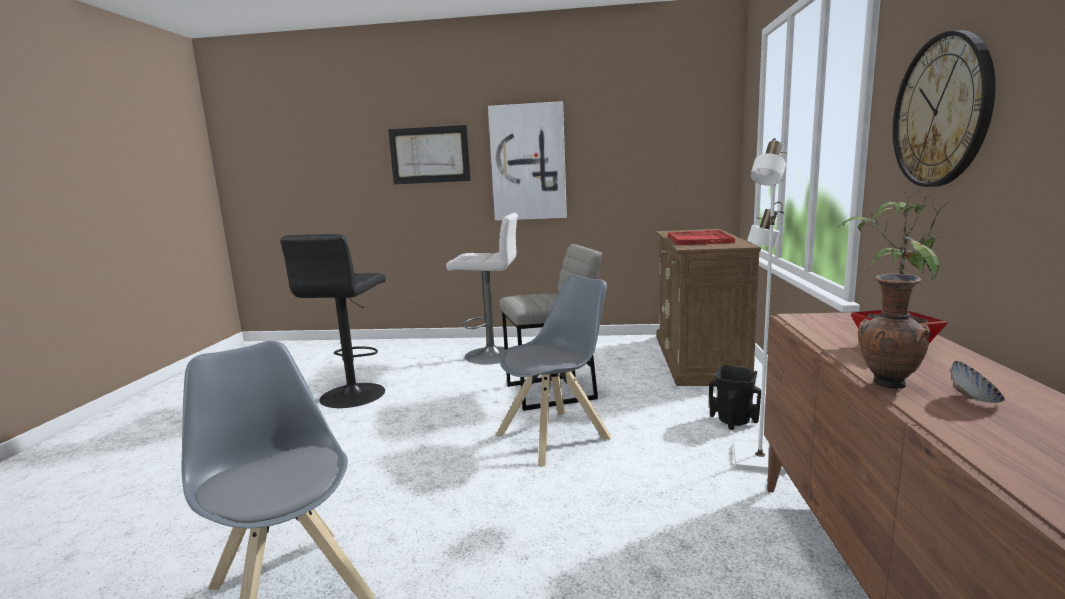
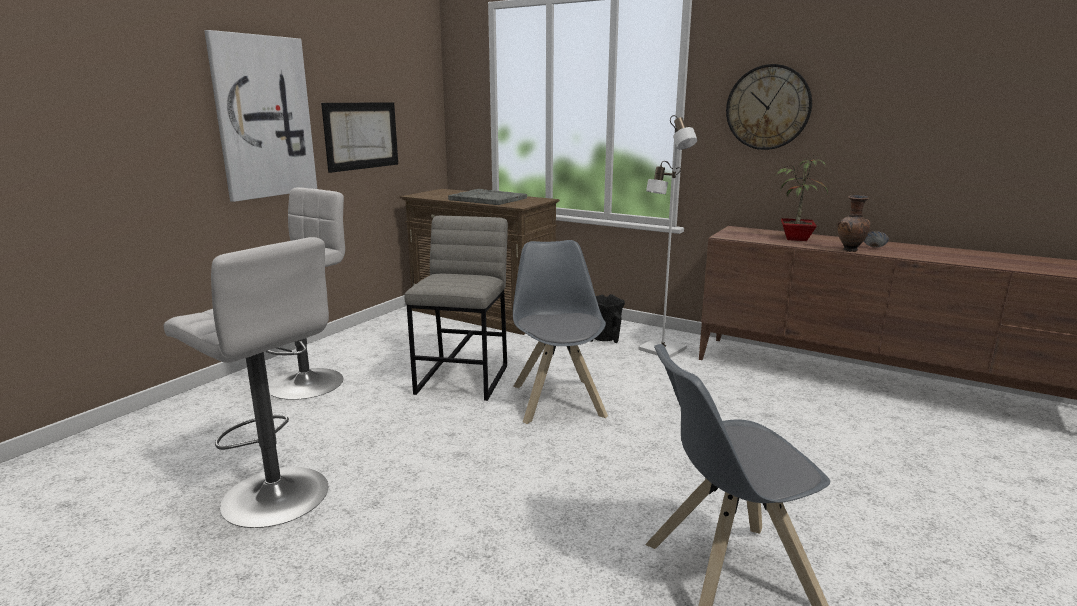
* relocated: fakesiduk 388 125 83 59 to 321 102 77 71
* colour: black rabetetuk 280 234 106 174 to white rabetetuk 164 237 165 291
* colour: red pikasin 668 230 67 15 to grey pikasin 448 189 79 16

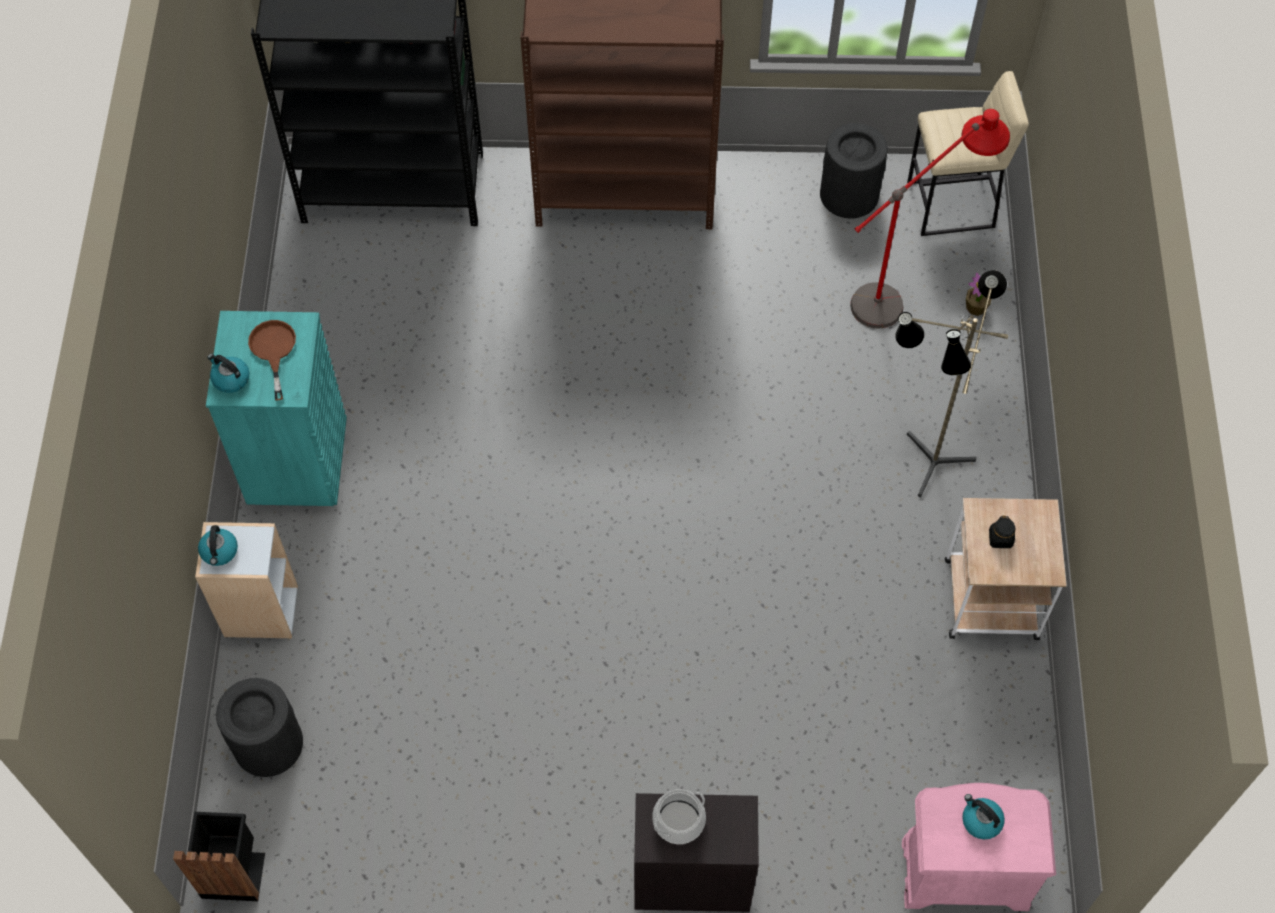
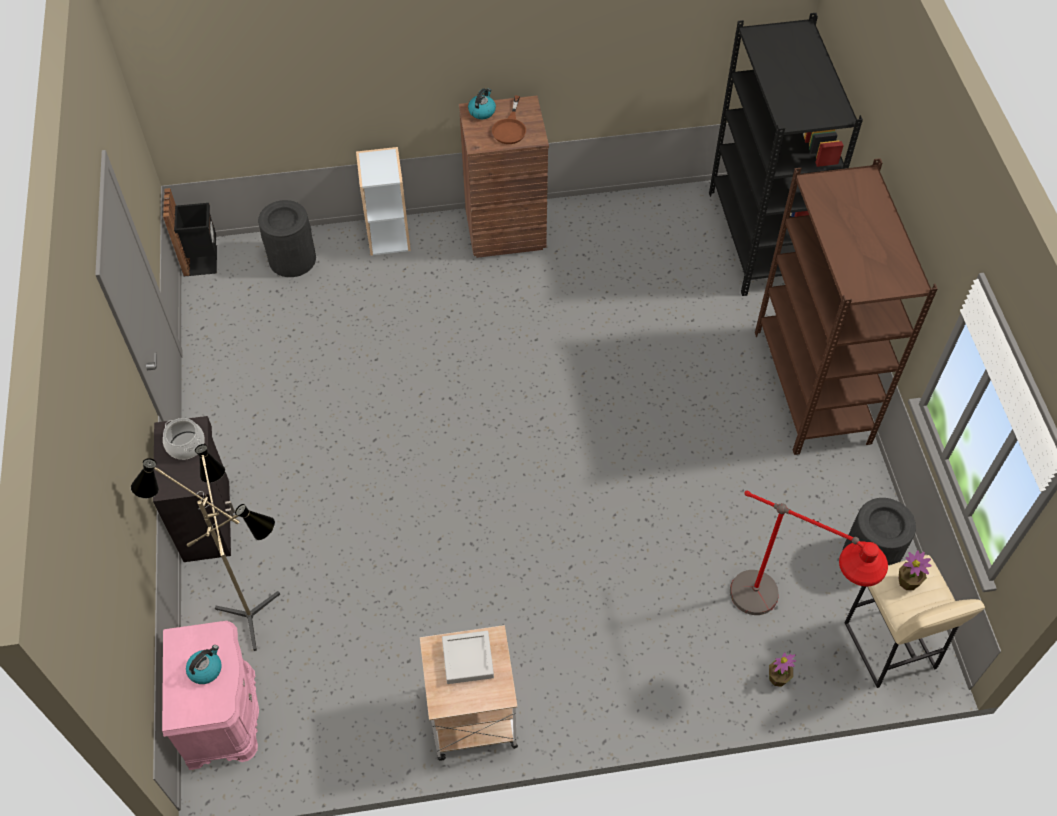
* missing: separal 198 525 40 41
* appeared: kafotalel 898 550 34 40
* relocated: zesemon 895 270 113 227 to 131 444 149 207
* exchanged: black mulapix 989 515 27 33 to grey pikasin 442 631 52 53
* colour: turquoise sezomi 206 311 141 195 to brown sezomi 459 96 90 162
* spun: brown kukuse 248 320 48 80 = 492 96 34 48 120 degrees clockwise

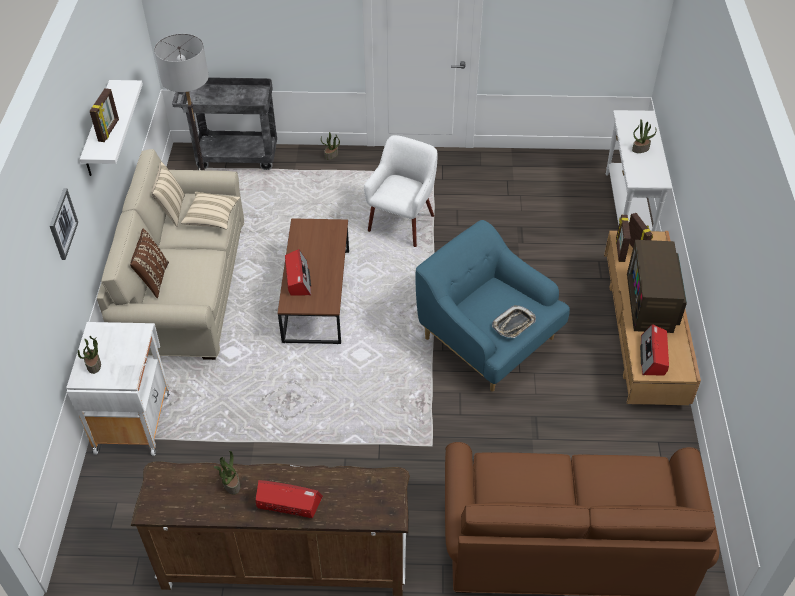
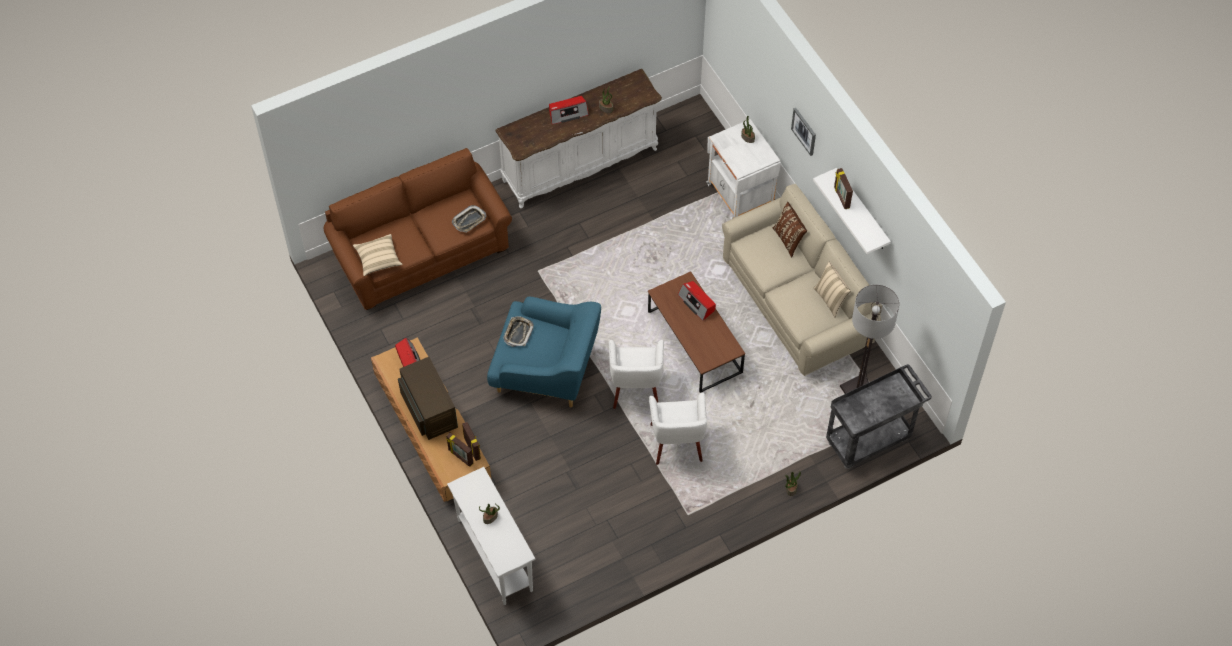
* appeared: pikasin 452 205 34 28
* appeared: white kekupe 609 340 55 69
* relocated: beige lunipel 181 192 59 37 to 353 234 50 42

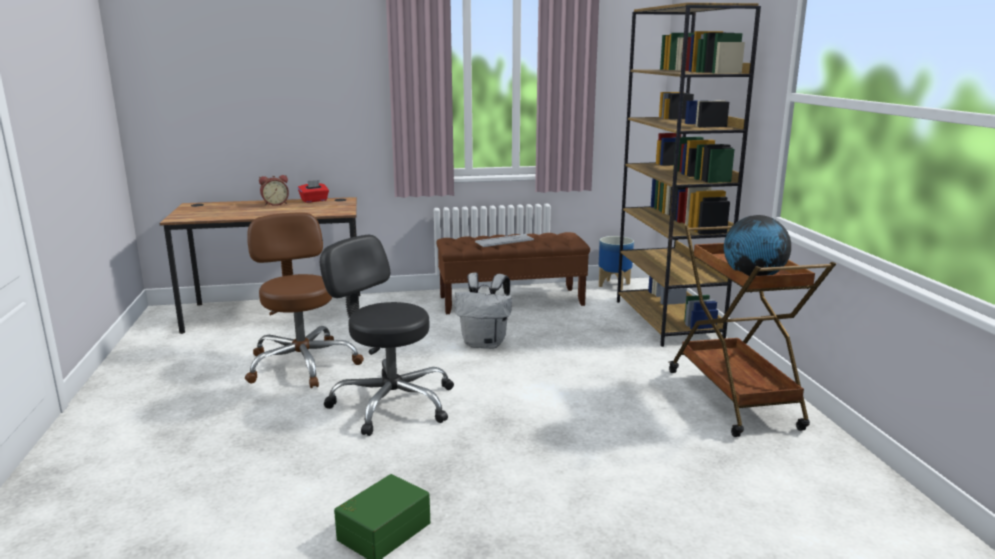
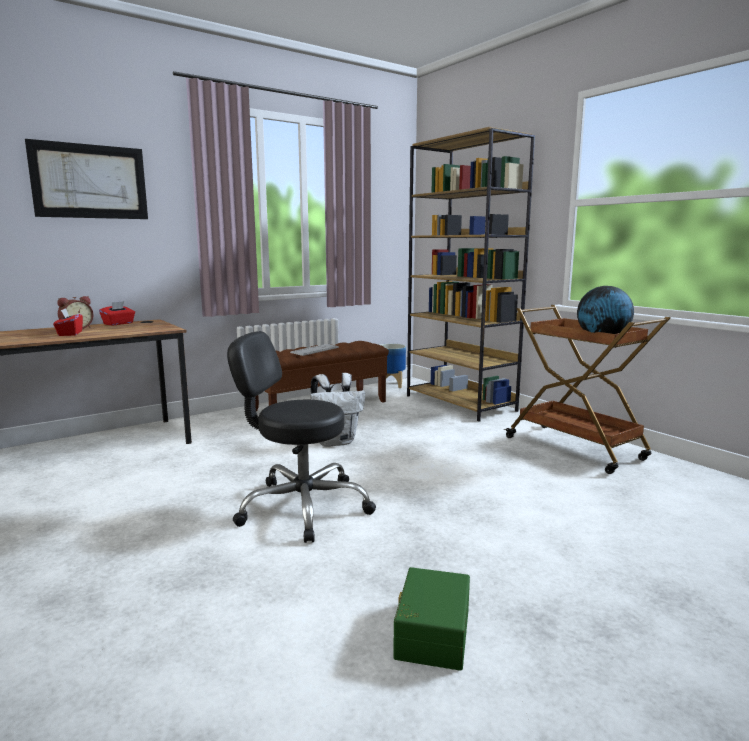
* missing: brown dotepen 245 213 119 175
* appeared: fakesiduk 25 139 123 80
* appeared: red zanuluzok 53 308 30 28

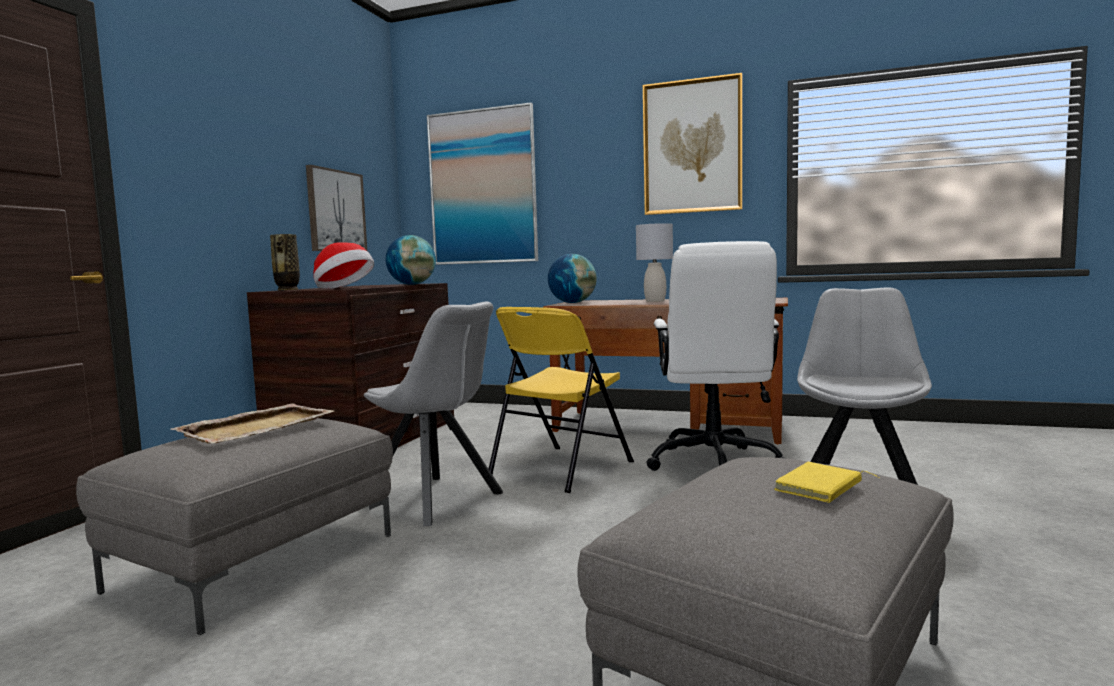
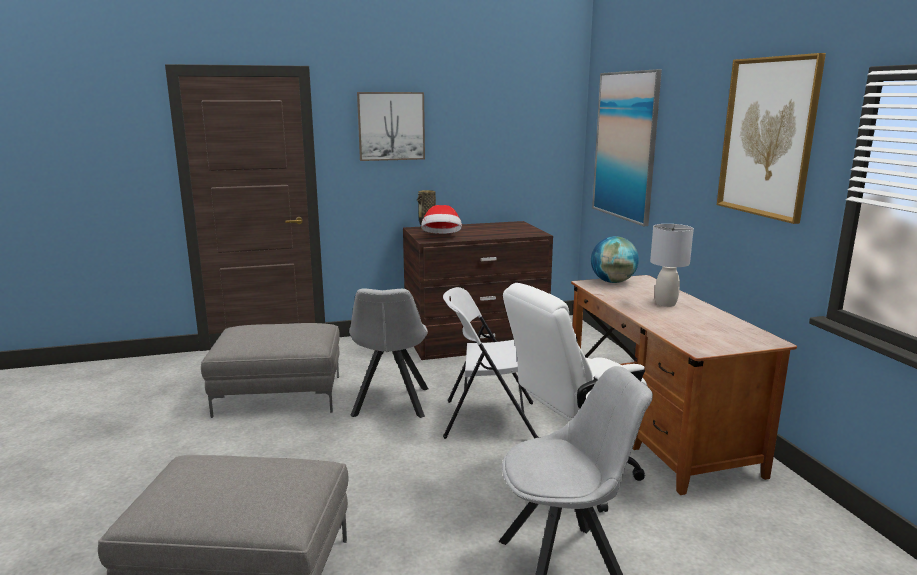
* missing: beige pikasin 171 404 164 40
* missing: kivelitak 385 235 51 50
* missing: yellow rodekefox 774 462 105 41
* relocated: fakesiduk 306 165 61 86 to 357 92 68 69
* colour: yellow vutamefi 489 307 145 186 to white vutamefi 443 287 95 152

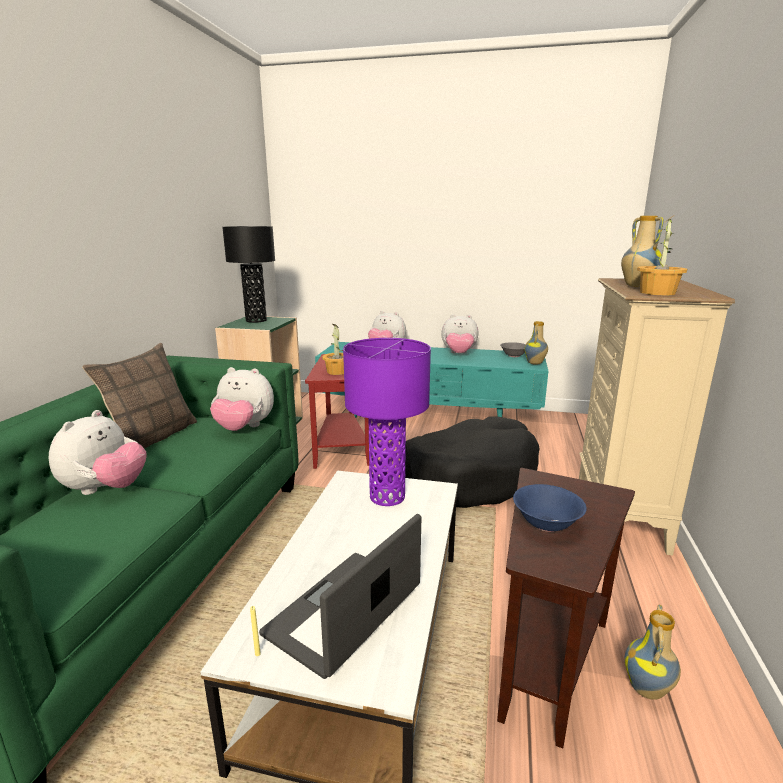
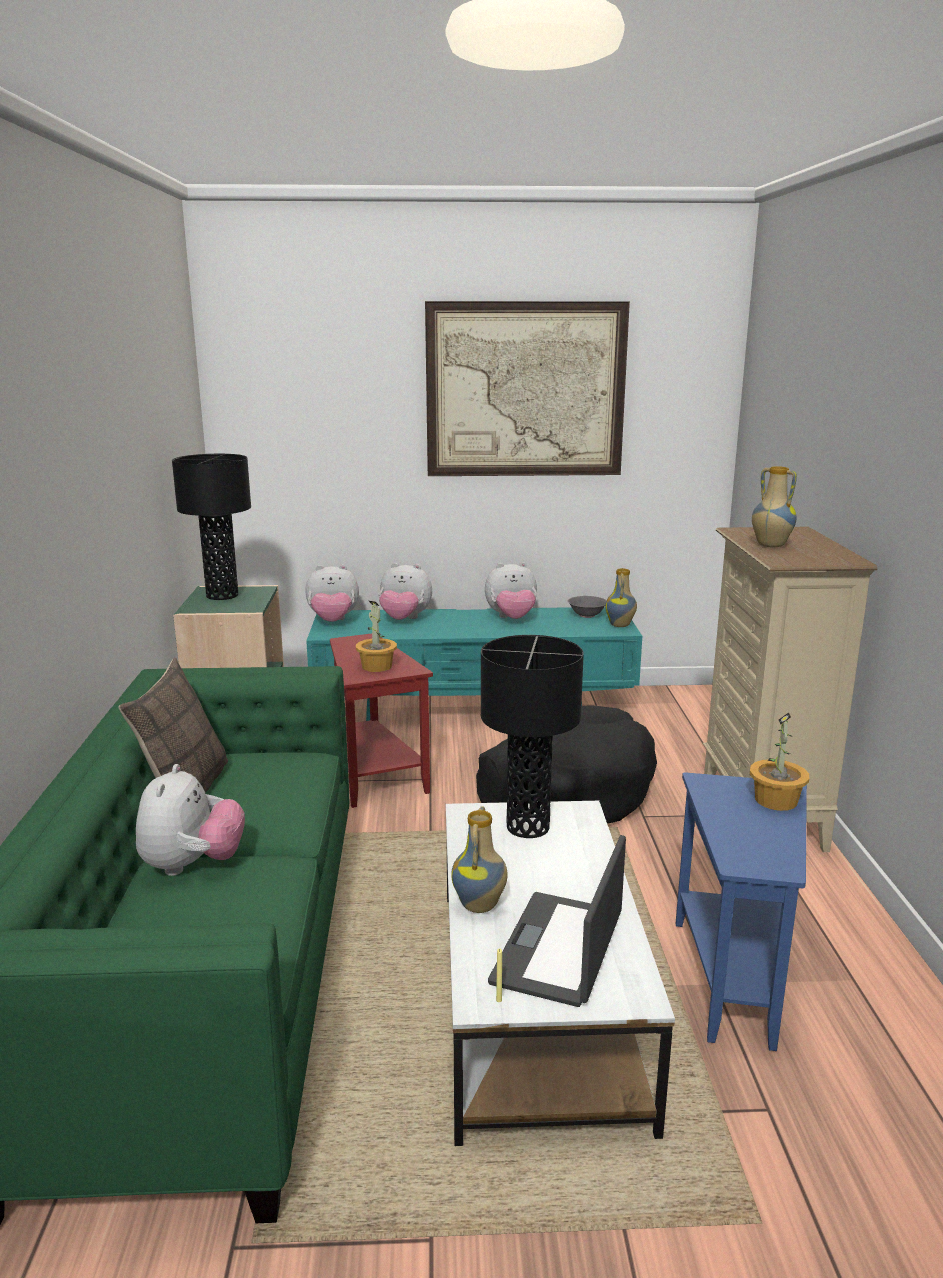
* missing: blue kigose 513 484 74 48
* appeared: fakesiduk 425 301 205 175
* relocated: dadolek 210 367 64 64 to 305 564 54 58
* relocated: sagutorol 625 605 56 95 to 451 806 56 107
* relocated: kafotalel 637 215 50 80 to 750 712 59 99
* colour: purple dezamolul 343 338 88 168 to black dezamolul 481 635 103 203
* colour: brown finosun 497 468 138 280 to blue finosun 676 772 131 279

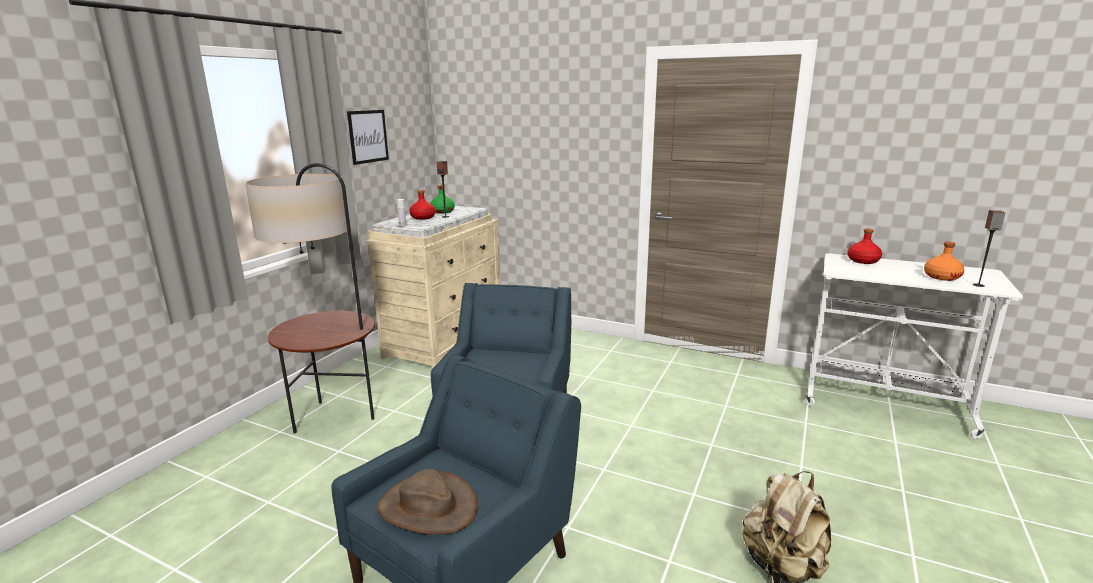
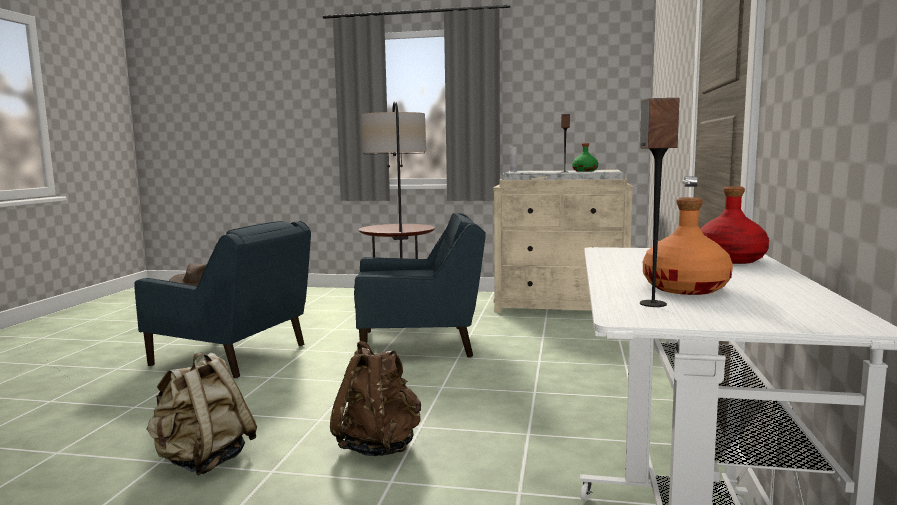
* missing: fakesiduk 347 110 42 55
* missing: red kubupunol 409 190 27 30
* appeared: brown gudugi 330 341 91 115

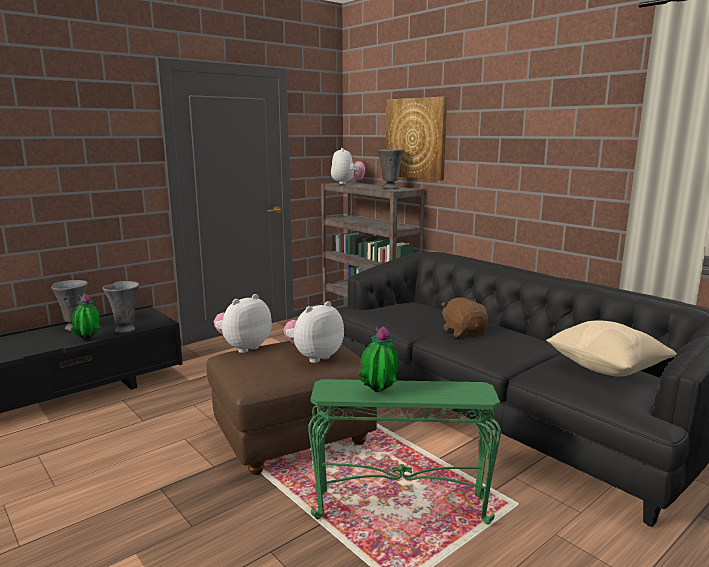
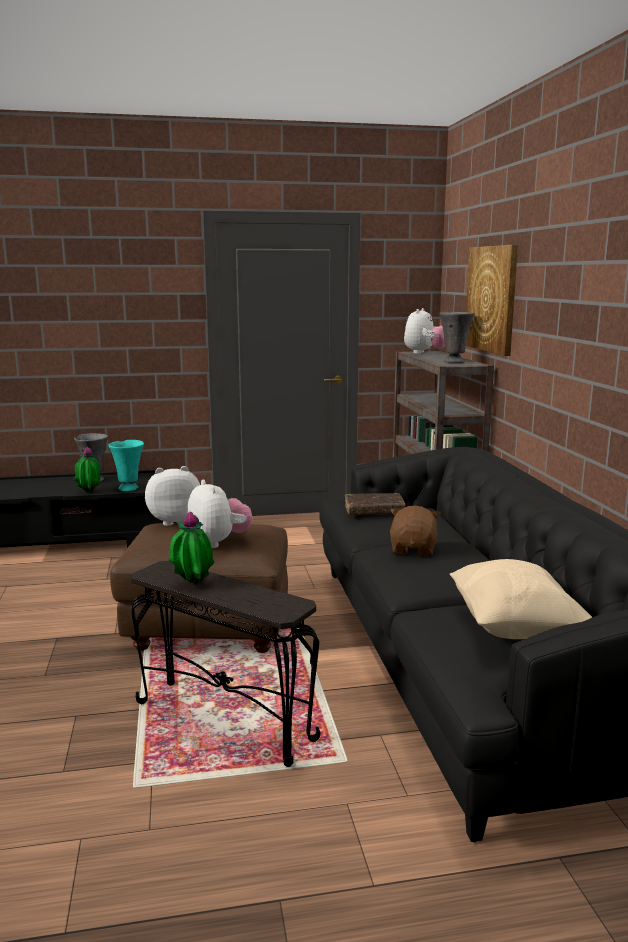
* appeared: brown rodekefox 345 493 60 22
* colour: grey sagutorol 103 281 36 52 to turquoise sagutorol 108 440 36 51
* colour: green finosun 308 379 193 145 to black finosun 131 561 190 206
* spun: dadolek 283 301 61 62 = 187 479 66 69 75 degrees clockwise

